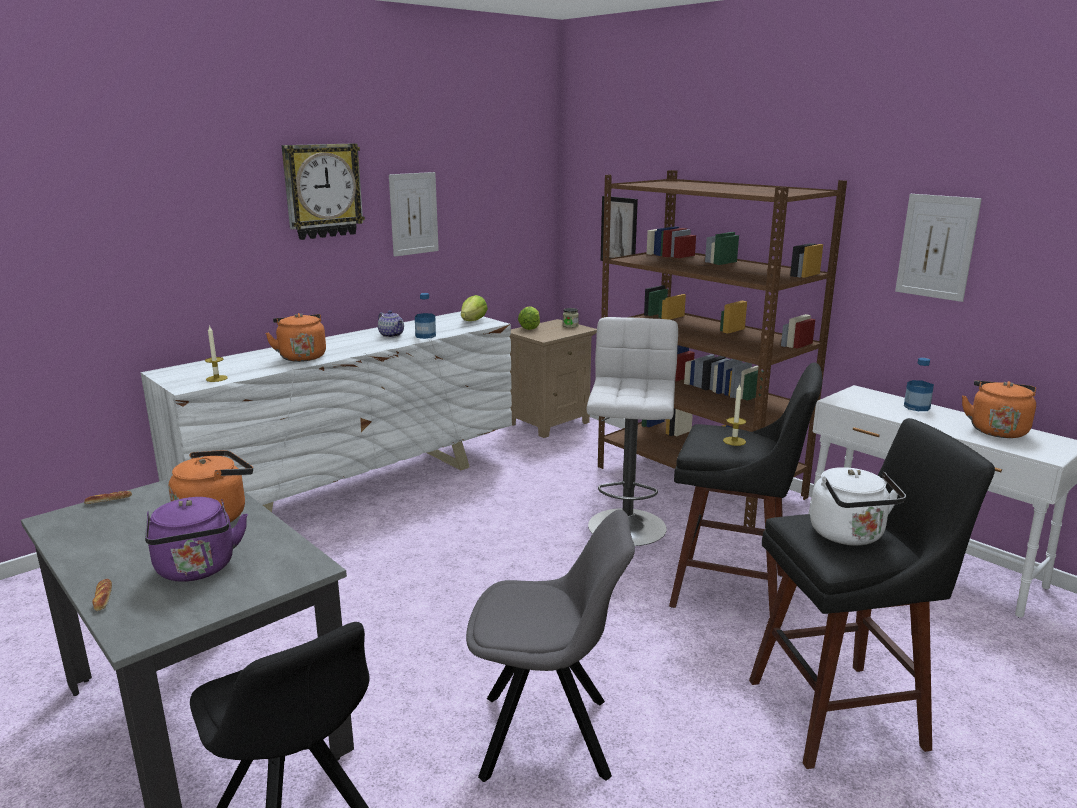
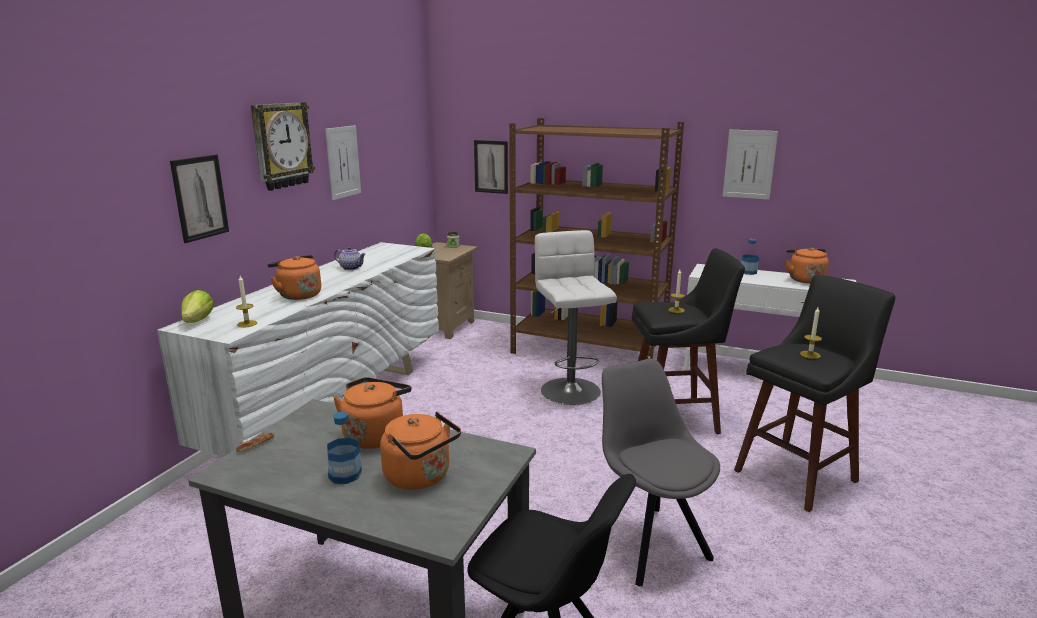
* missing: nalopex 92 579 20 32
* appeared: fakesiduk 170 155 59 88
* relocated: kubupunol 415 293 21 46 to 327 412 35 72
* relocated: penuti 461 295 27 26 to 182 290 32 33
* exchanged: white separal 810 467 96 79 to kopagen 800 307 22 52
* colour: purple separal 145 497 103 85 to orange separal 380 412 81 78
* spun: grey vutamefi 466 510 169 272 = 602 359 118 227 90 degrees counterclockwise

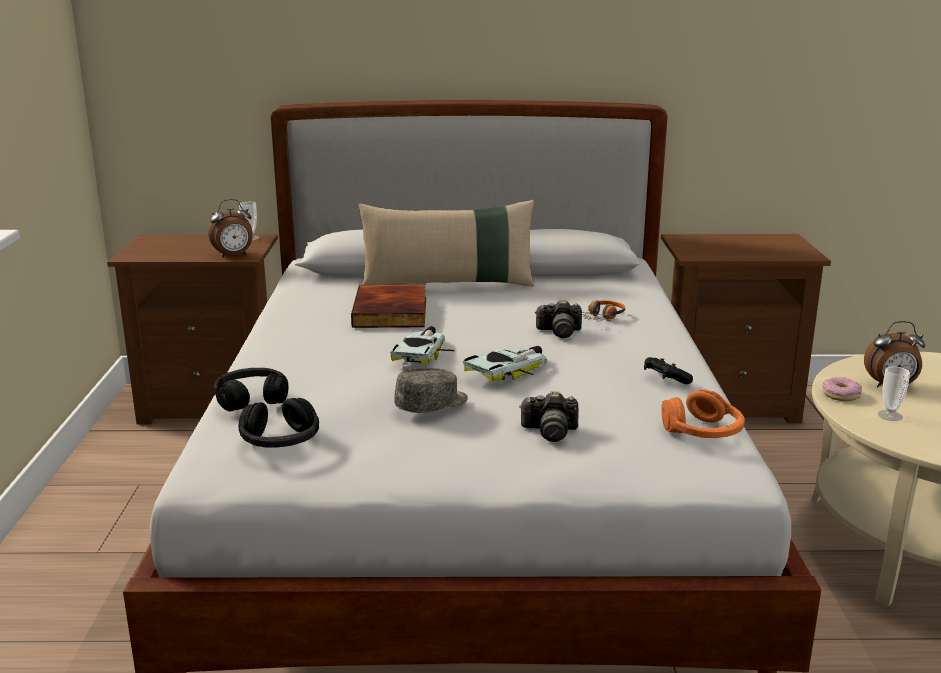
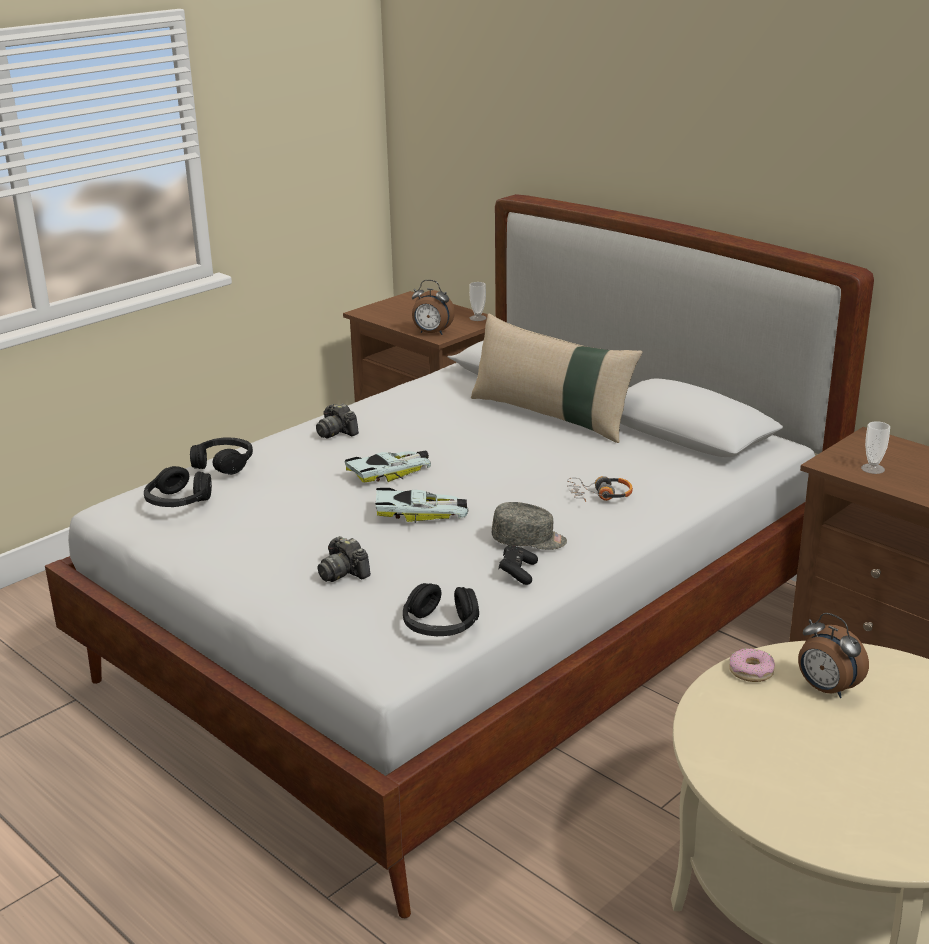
* missing: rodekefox 351 285 75 43
* relocated: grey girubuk 394 368 74 45 to 492 502 75 48
* relocated: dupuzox 536 299 46 39 to 316 403 43 36
* relocated: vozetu 878 366 32 55 to 861 421 29 53
* colour: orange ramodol 661 390 84 48 to black ramodol 403 583 76 53

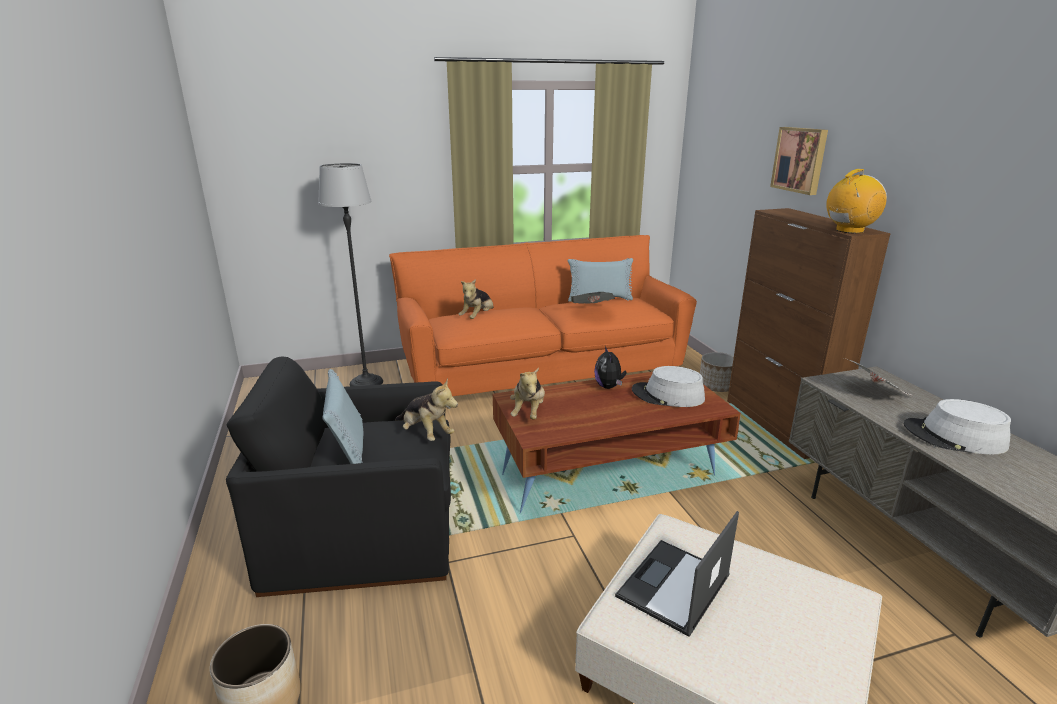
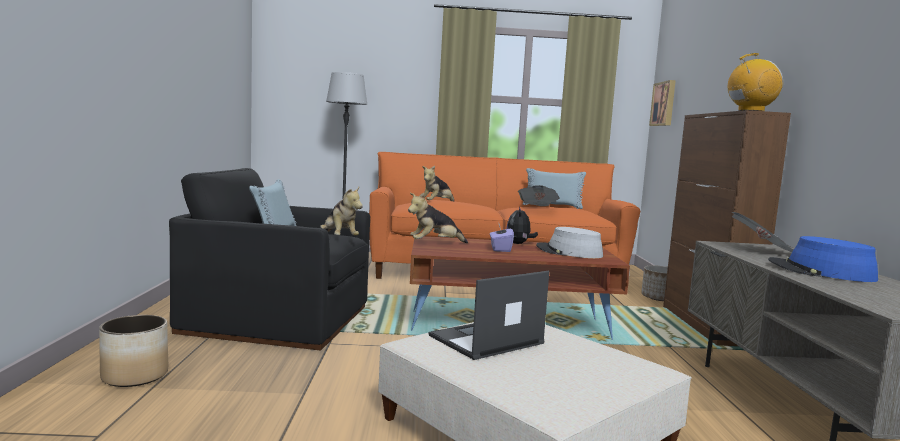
* appeared: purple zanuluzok 490 224 24 28
* relocated: fakesiduk 770 127 58 68 to 649 80 27 46
* colour: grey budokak 903 399 108 56 to blue budokak 768 236 110 46
* spun: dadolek 510 367 35 53 = 408 193 60 50 45 degrees clockwise

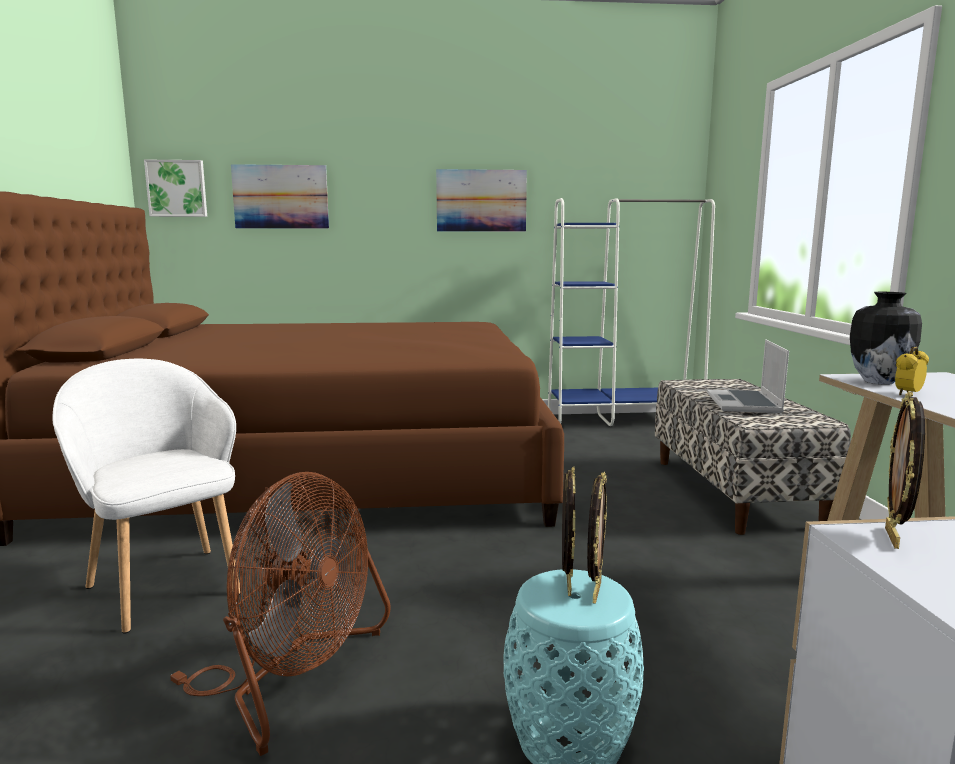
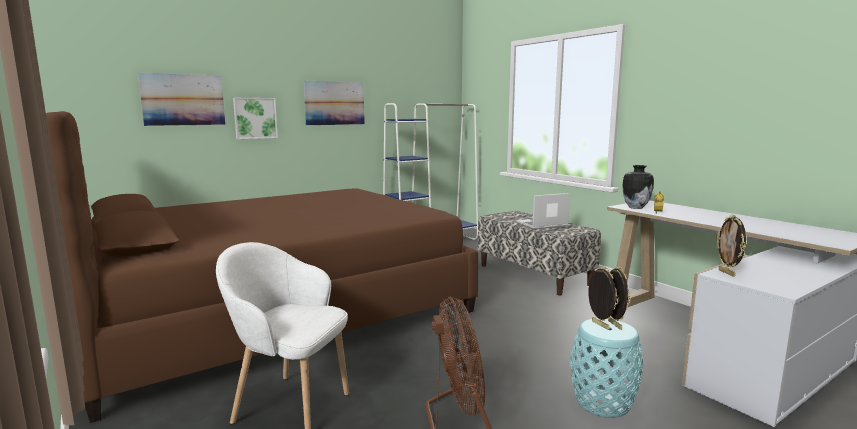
* relocated: fakesiduk 144 160 63 57 to 233 98 45 41
* spun: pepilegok 707 339 82 74 = 516 193 54 37 90 degrees clockwise

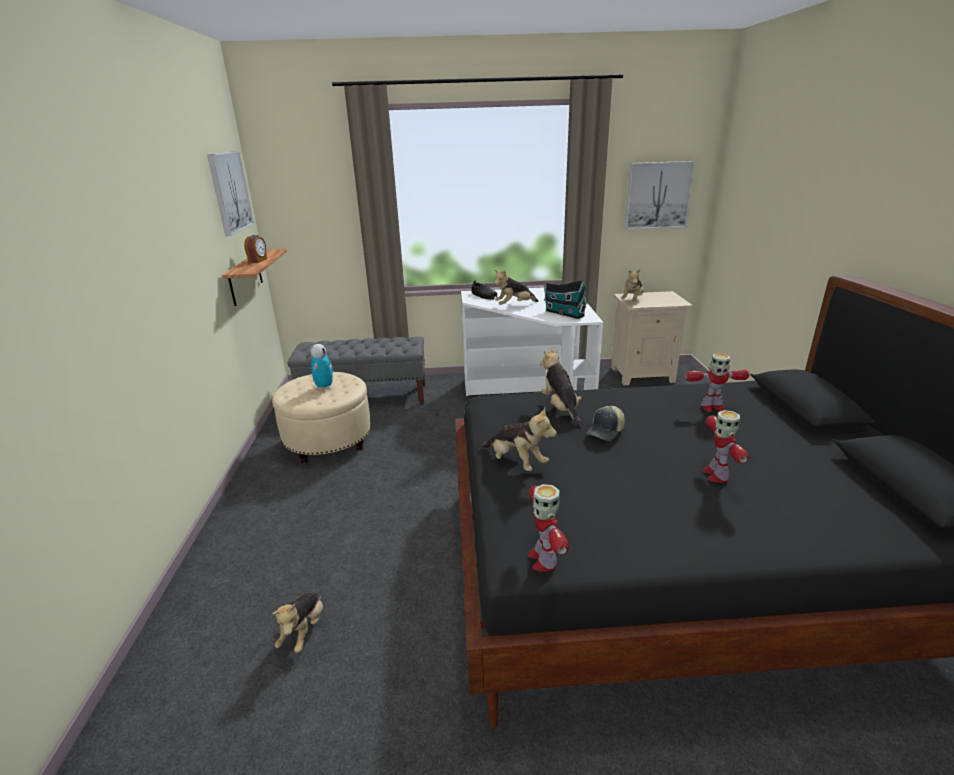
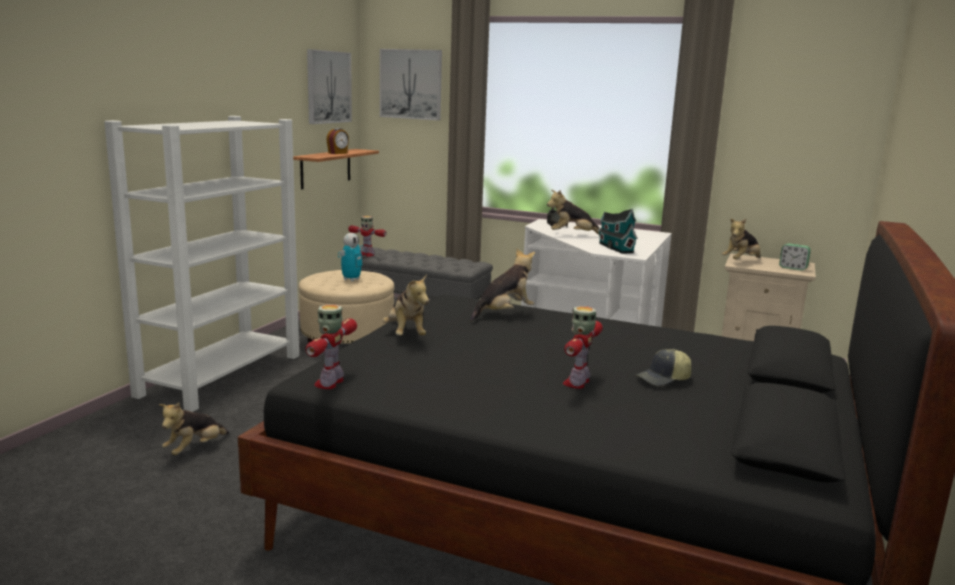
* appeared: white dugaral 104 116 195 296
* appeared: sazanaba 779 243 32 28
* relocated: girubuk 586 406 39 35 to 635 349 56 37
* relocated: fakesiduk 625 161 70 69 to 380 49 62 71
* relocated: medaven 685 353 65 59 to 348 216 39 41
* spun: dadolek 540 347 43 80 = 470 249 65 72 45 degrees clockwise

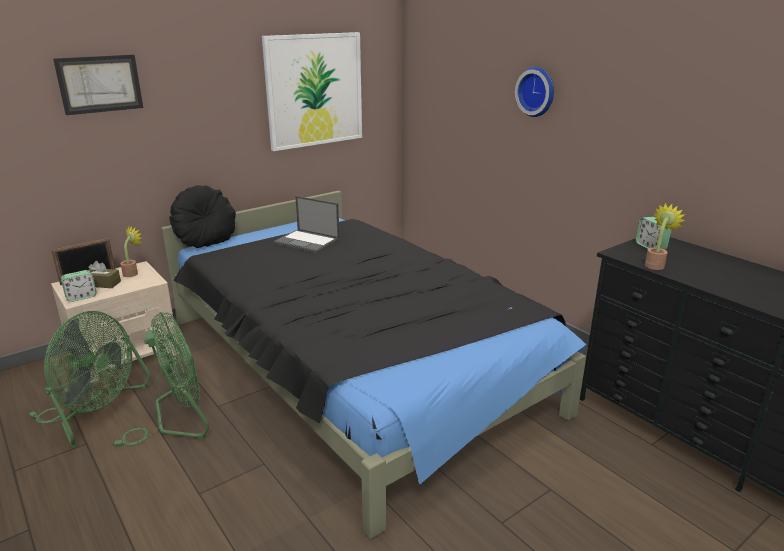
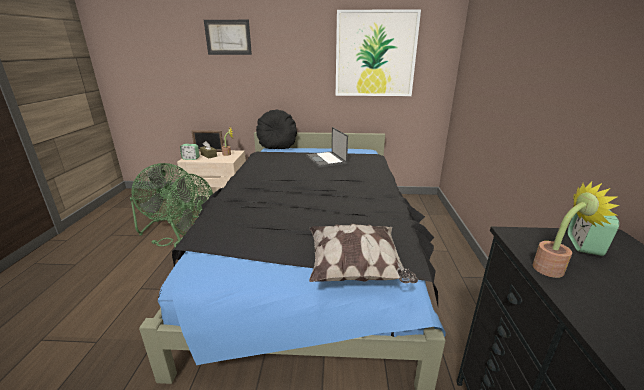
* missing: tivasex 515 67 39 50
* appeared: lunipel 309 224 109 59

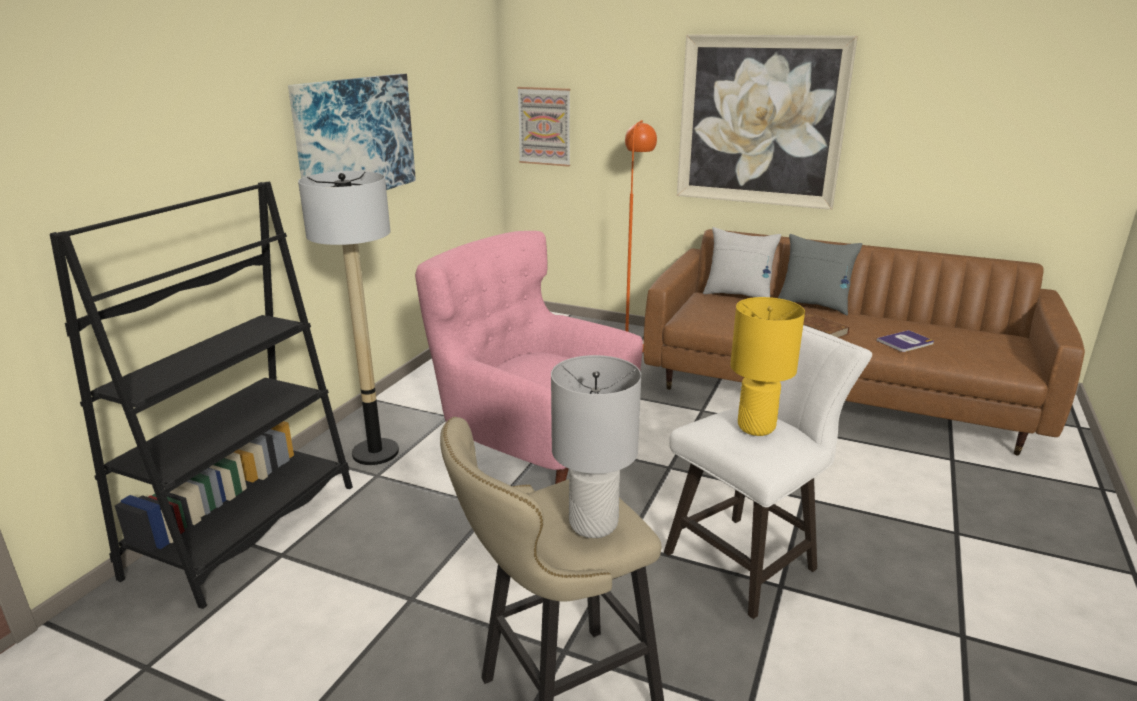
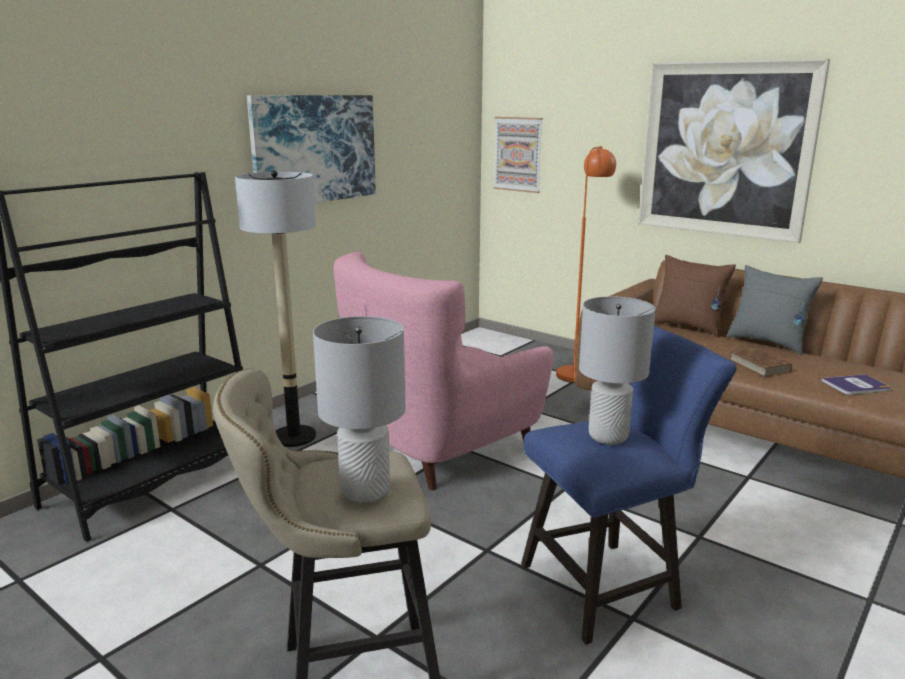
* colour: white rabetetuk 664 325 208 294 to blue rabetetuk 521 326 216 319
* colour: grey lunipel 703 227 78 70 to brown lunipel 654 255 82 82
* colour: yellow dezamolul 730 297 75 139 to grey dezamolul 579 296 77 149
* spun: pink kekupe 415 231 228 253 = 333 252 220 238 90 degrees counterclockwise

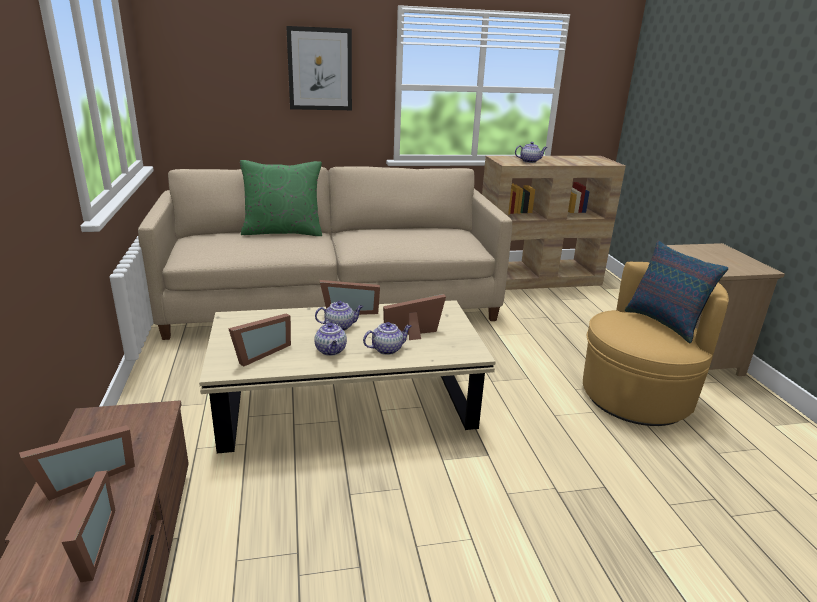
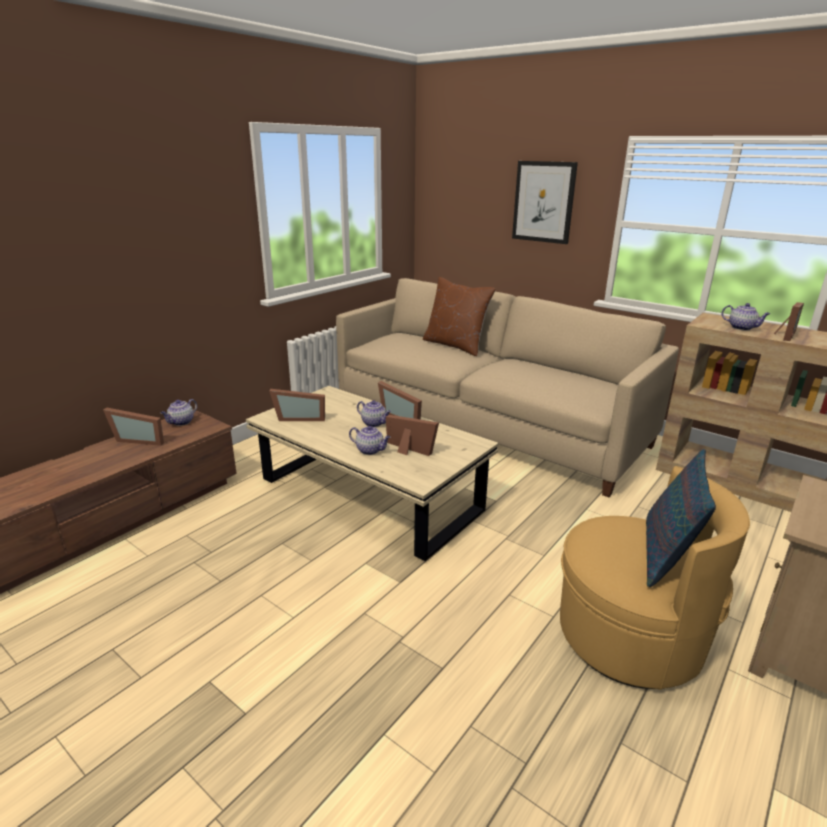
* relocated: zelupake 62 471 53 111 to 774 302 30 39
* relocated: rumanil 315 319 32 37 to 161 399 36 27
* colour: green lunipel 240 160 82 76 to brown lunipel 423 277 73 79

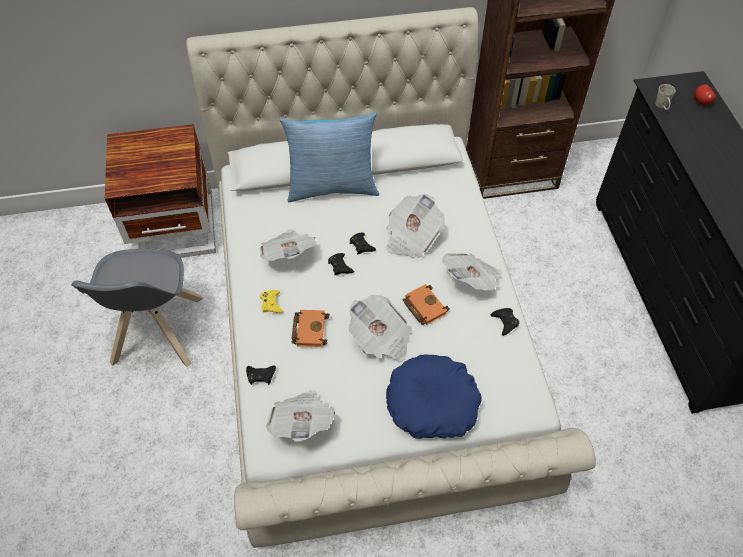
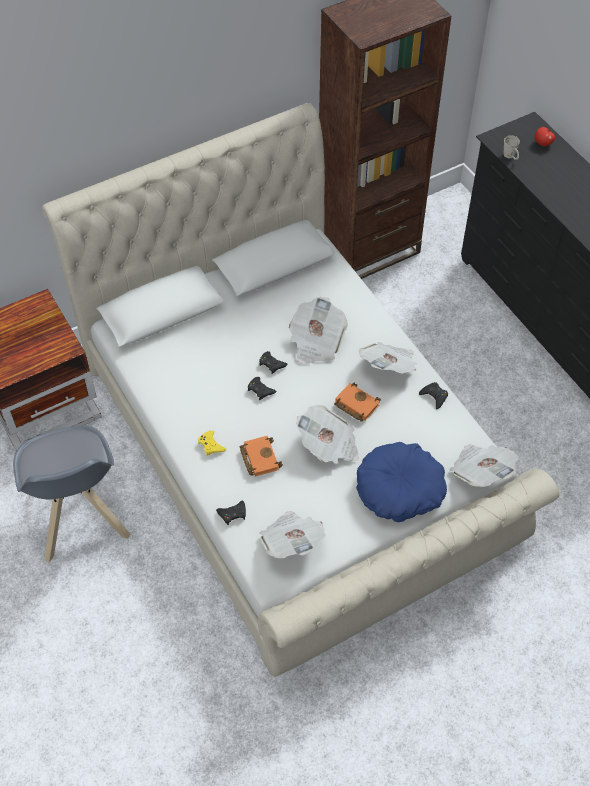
* missing: lunipel 279 112 100 90
* relocated: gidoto 260 229 56 32 to 450 445 69 42

